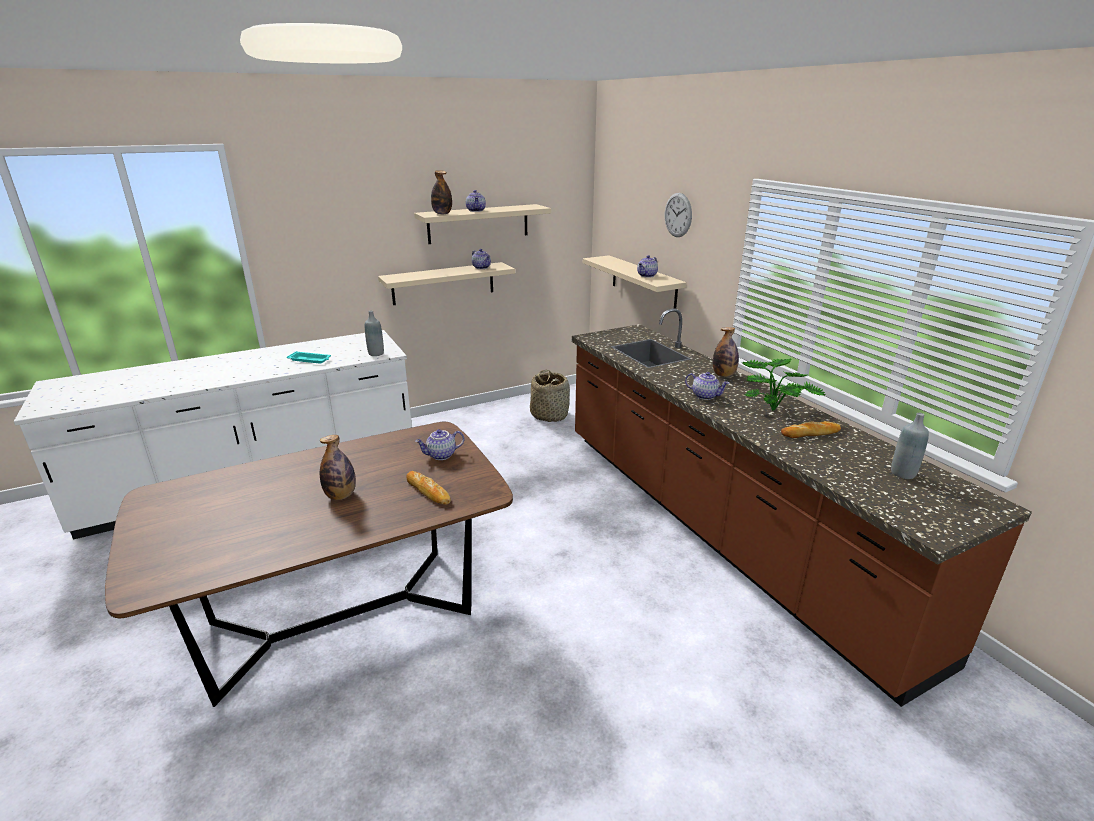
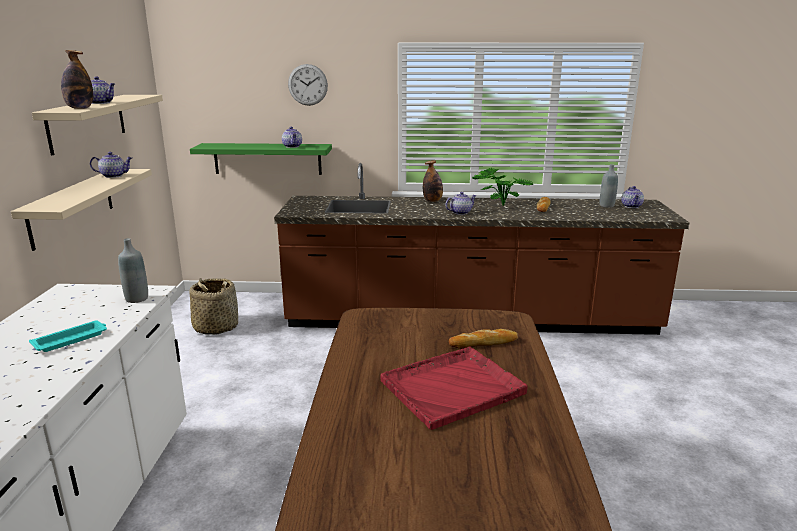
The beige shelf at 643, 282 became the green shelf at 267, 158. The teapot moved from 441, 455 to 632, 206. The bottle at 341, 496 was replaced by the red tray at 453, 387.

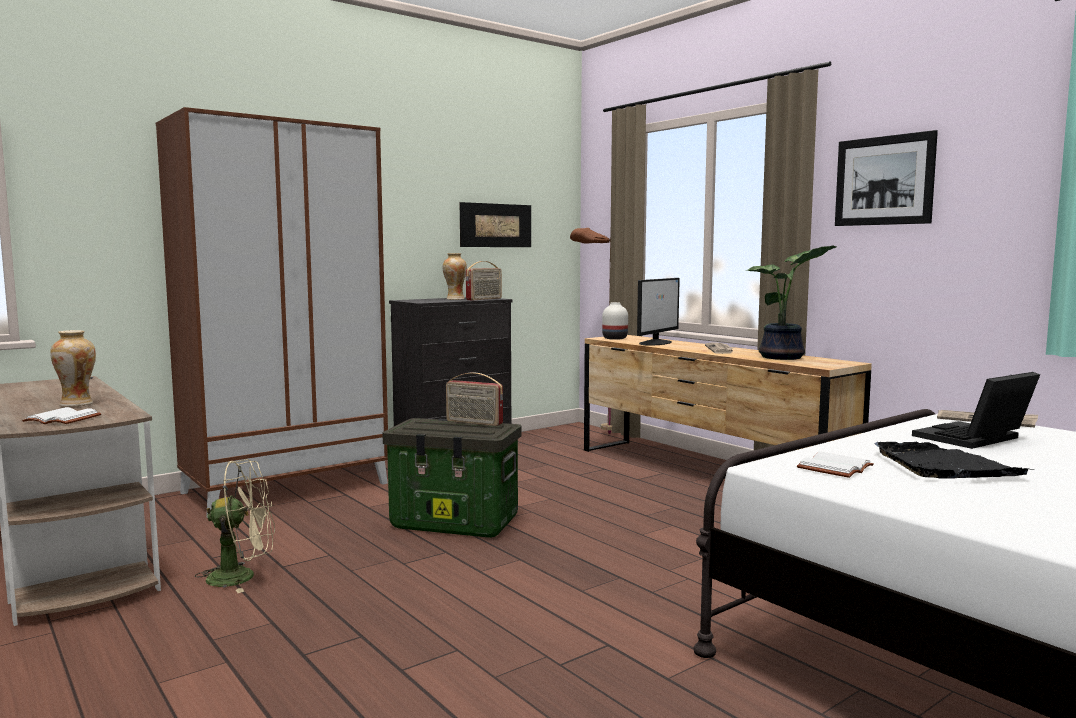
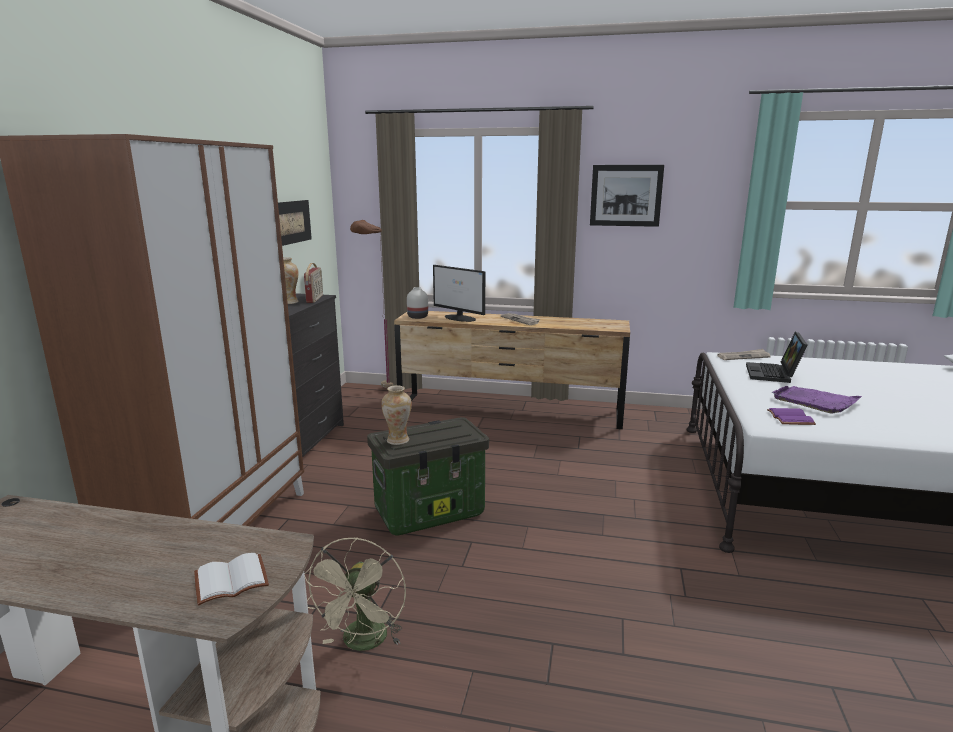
The potted plant at 784, 357 disappeared. The monitor at 656, 343 turned 135 degrees clockwise. The vase moved from 77, 404 to 398, 440. The radio at 474, 423 disappeared. The black tray at 944, 466 became the purple tray at 815, 401. The white book at 836, 468 became the purple book at 791, 418. The beige fan at 242, 577 turned 150 degrees clockwise.

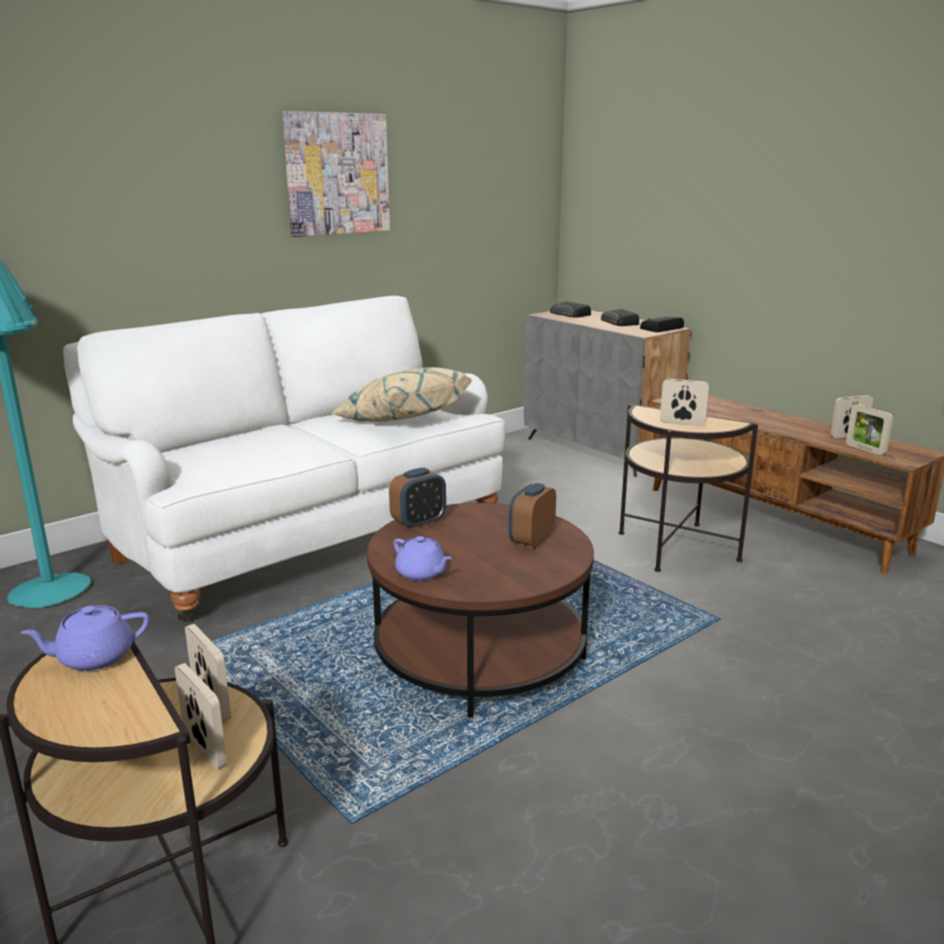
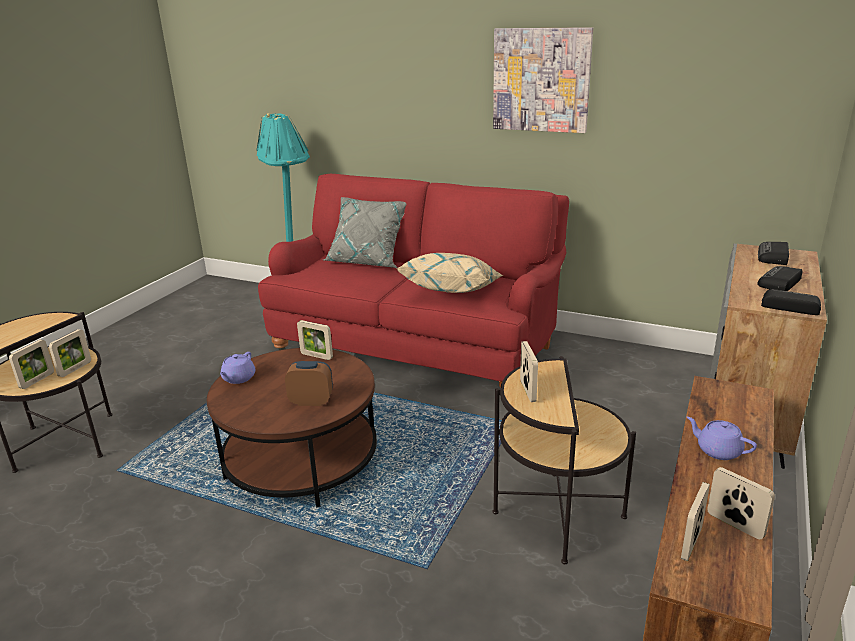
The white sofa at 306, 535 became the red sofa at 417, 346. The alarm clock at 418, 522 was replaced by the picture frame at 316, 356. The purple teapot moved from 94, 658 to 717, 450. The grey pillow at 368, 261 appeared.

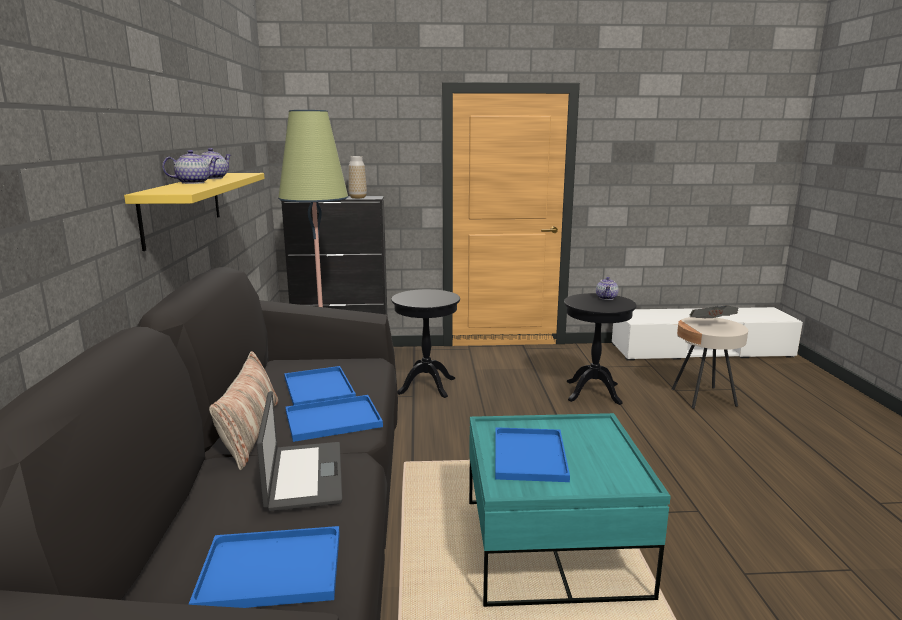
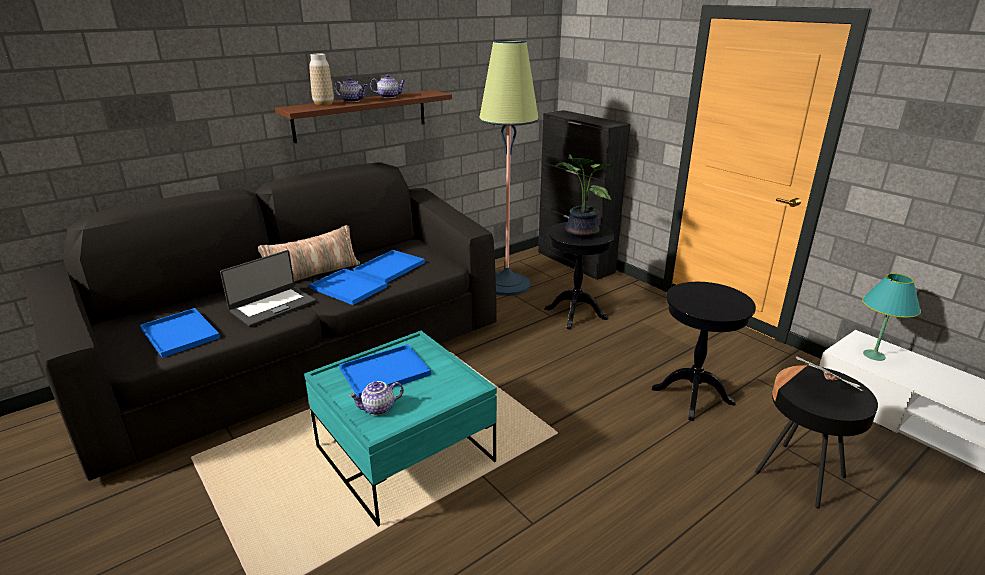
The vase moved from 357, 198 to 323, 104. The yellow shelf at 183, 206 became the brown shelf at 361, 115. The teapot moved from 607, 298 to 378, 409. The beige side table at 703, 398 became the black side table at 799, 474. The potted plant at 579, 233 appeared. The turquoise table lamp at 873, 355 appeared.

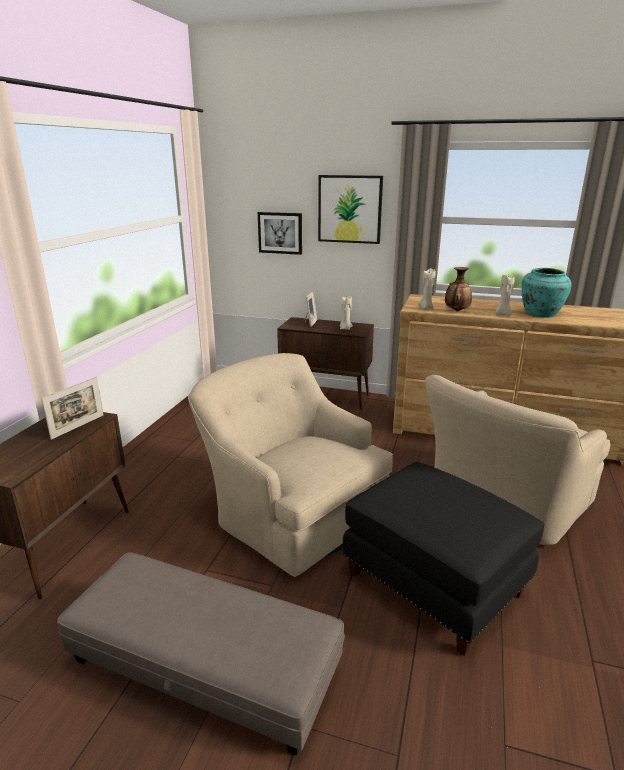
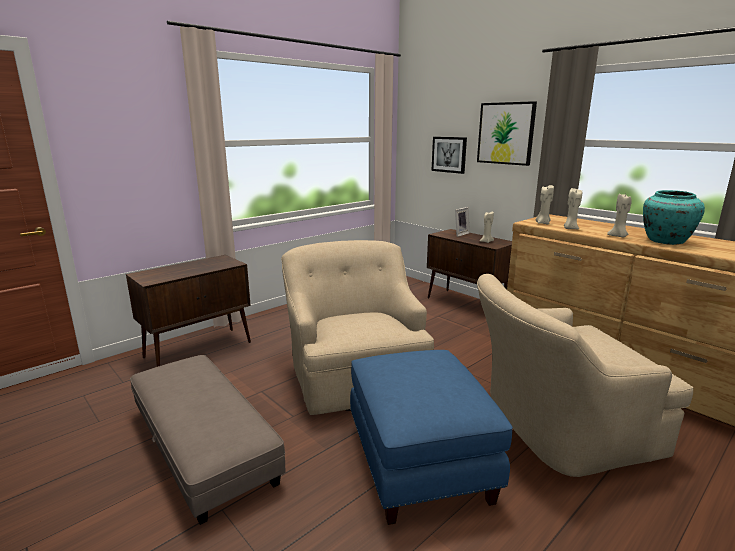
The vase at 456, 311 was replaced by the beige candle at 570, 228. The picture frame at 78, 426 disappeared. The black ottoman at 432, 584 became the blue ottoman at 417, 462.

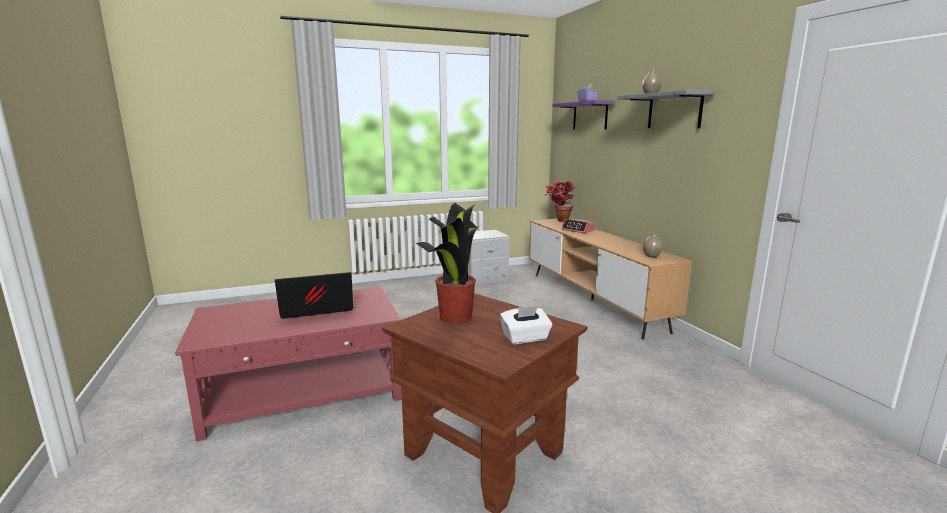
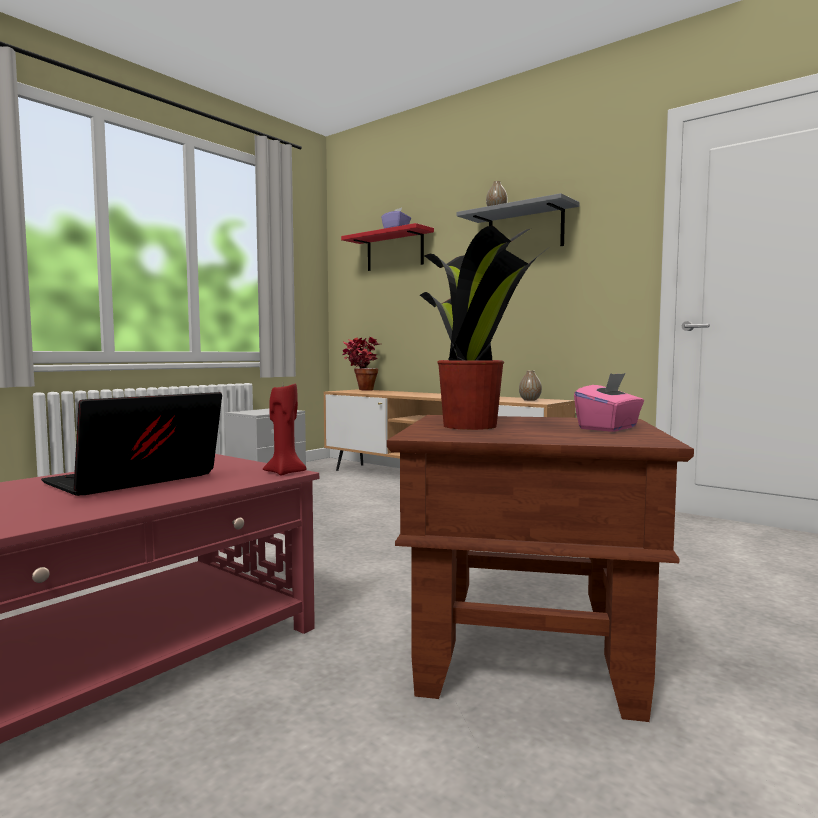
The purple shelf at 590, 115 became the red shelf at 395, 251. The alarm clock at 578, 230 disappeared. The white tissue box at 525, 338 became the pink tissue box at 609, 428. The red candle at 285, 472 appeared.

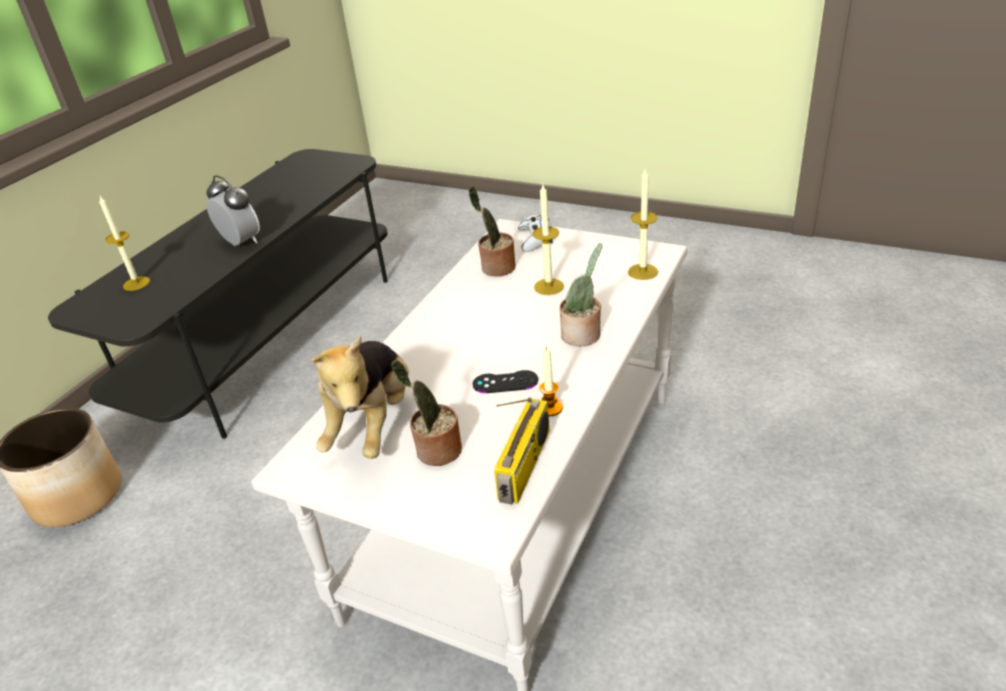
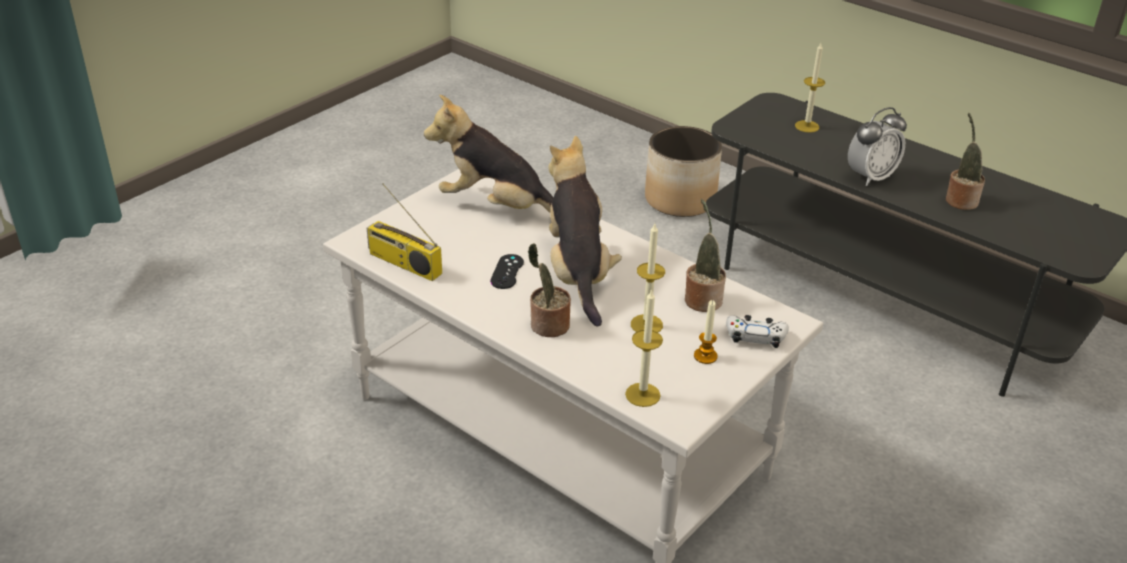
The candle moved from 550, 408 to 705, 356. The potted plant moved from 435, 451 to 960, 200. The plush toy at 578, 274 appeared.

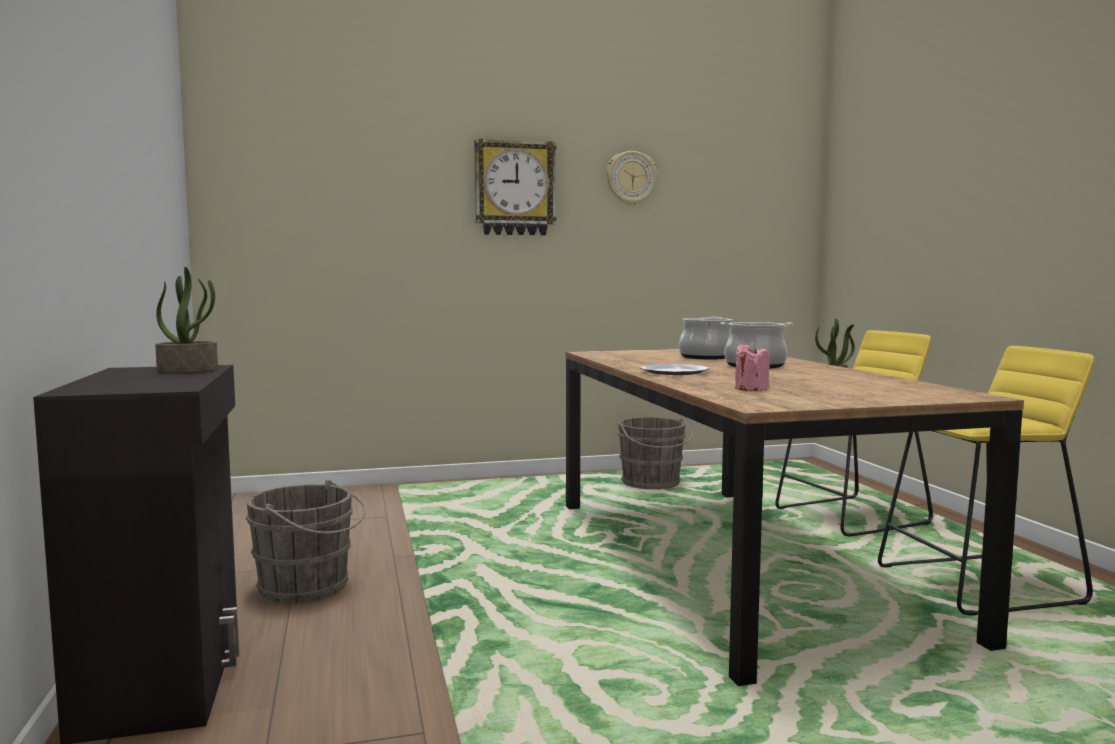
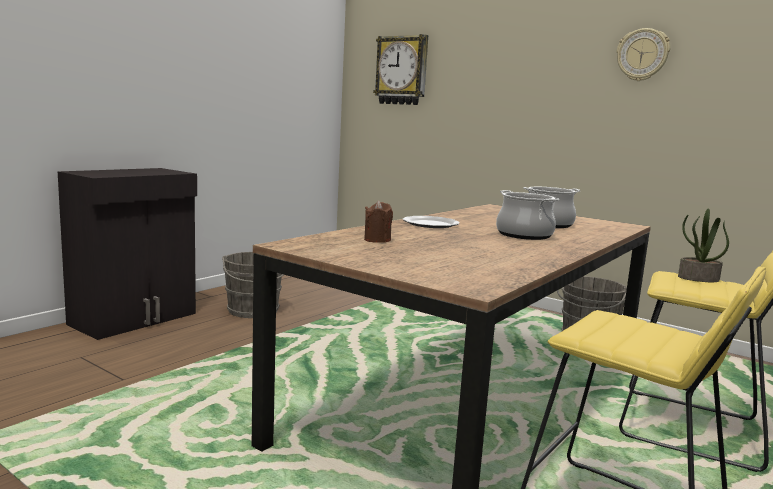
The wall clock moved from 514, 188 to 402, 70. The potted plant at 188, 370 disappeared. The pink candle at 751, 388 became the brown candle at 377, 240.

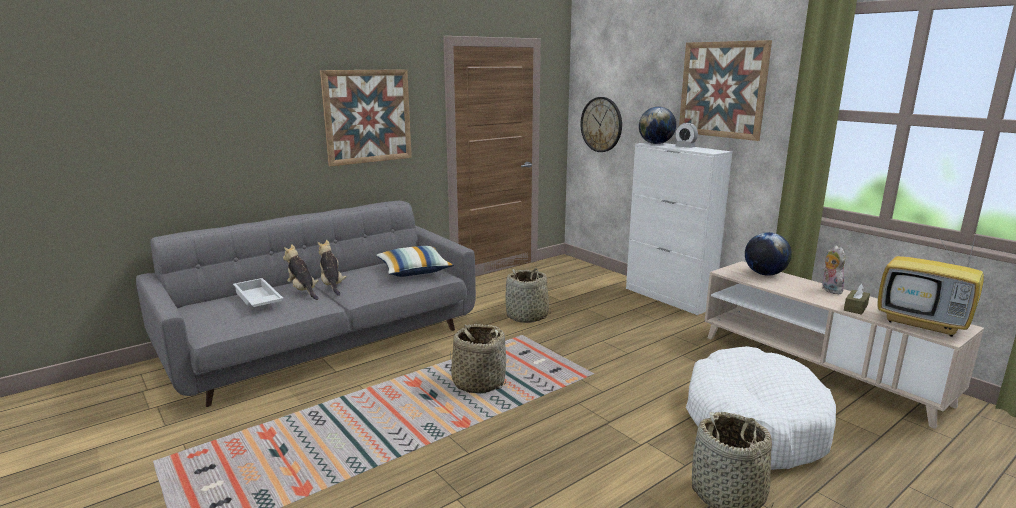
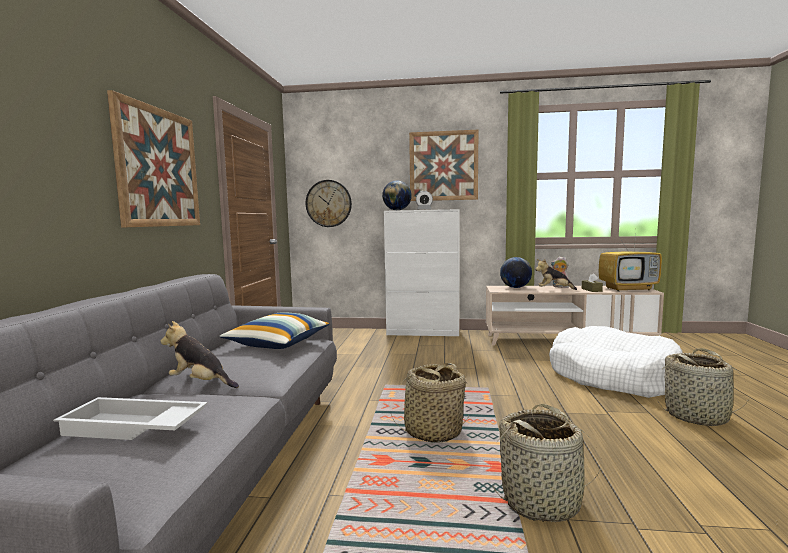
The plush toy moved from 303, 291 to 554, 290. The basket moved from 527, 316 to 541, 500.

